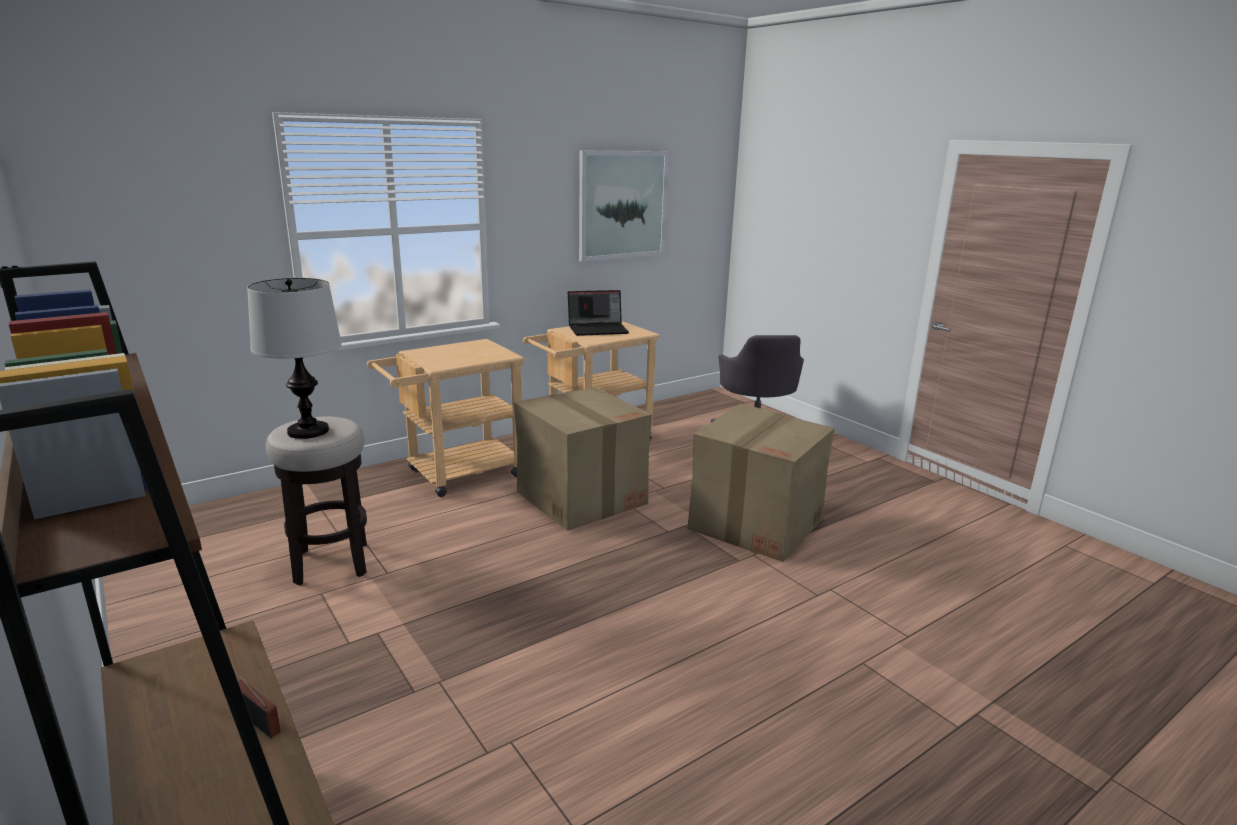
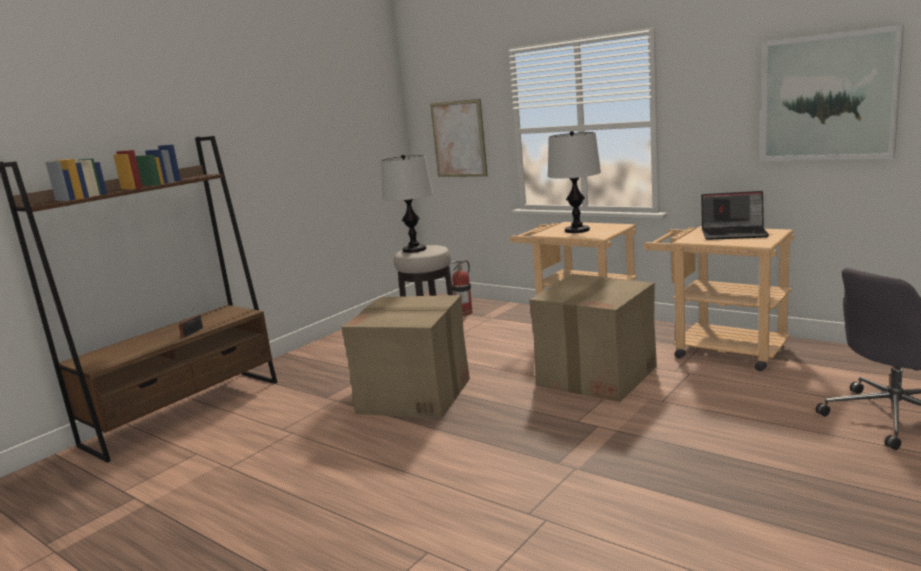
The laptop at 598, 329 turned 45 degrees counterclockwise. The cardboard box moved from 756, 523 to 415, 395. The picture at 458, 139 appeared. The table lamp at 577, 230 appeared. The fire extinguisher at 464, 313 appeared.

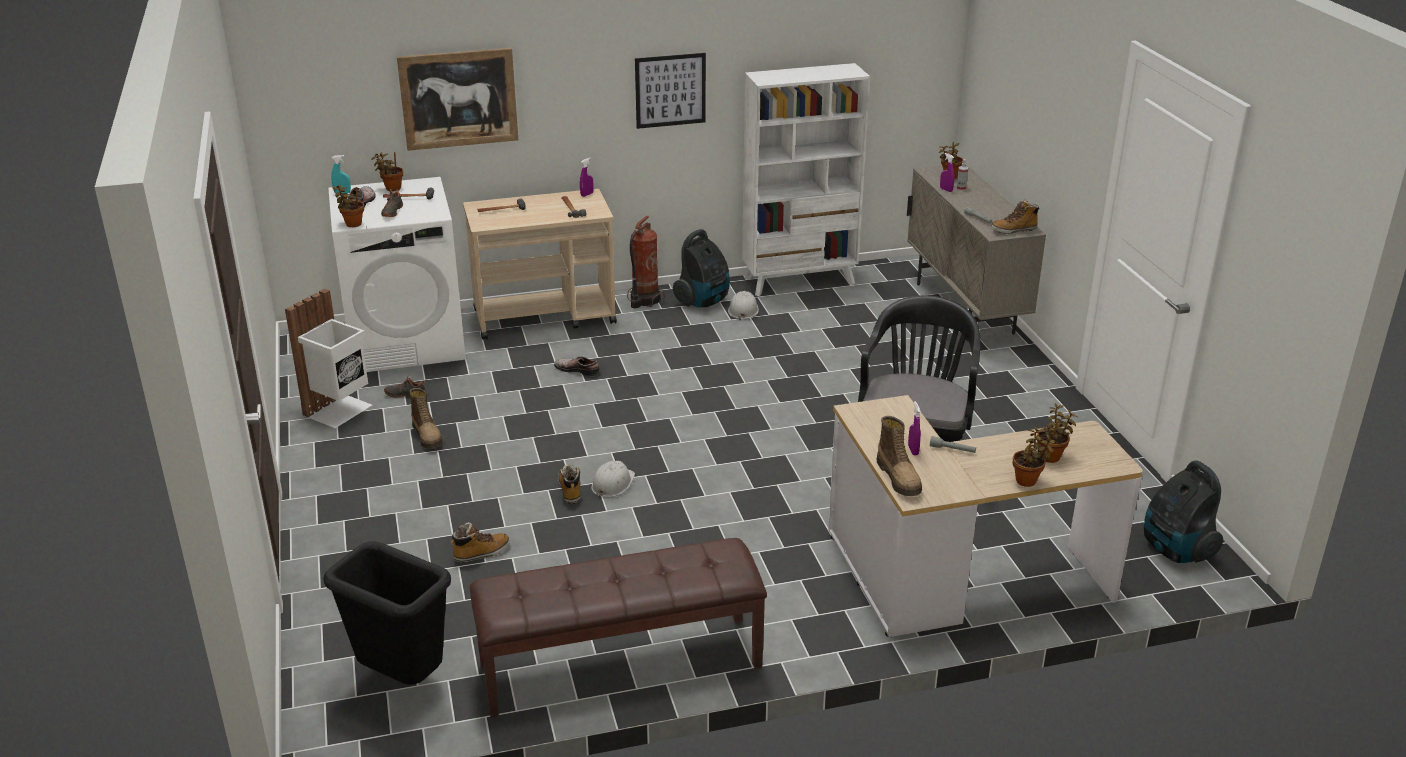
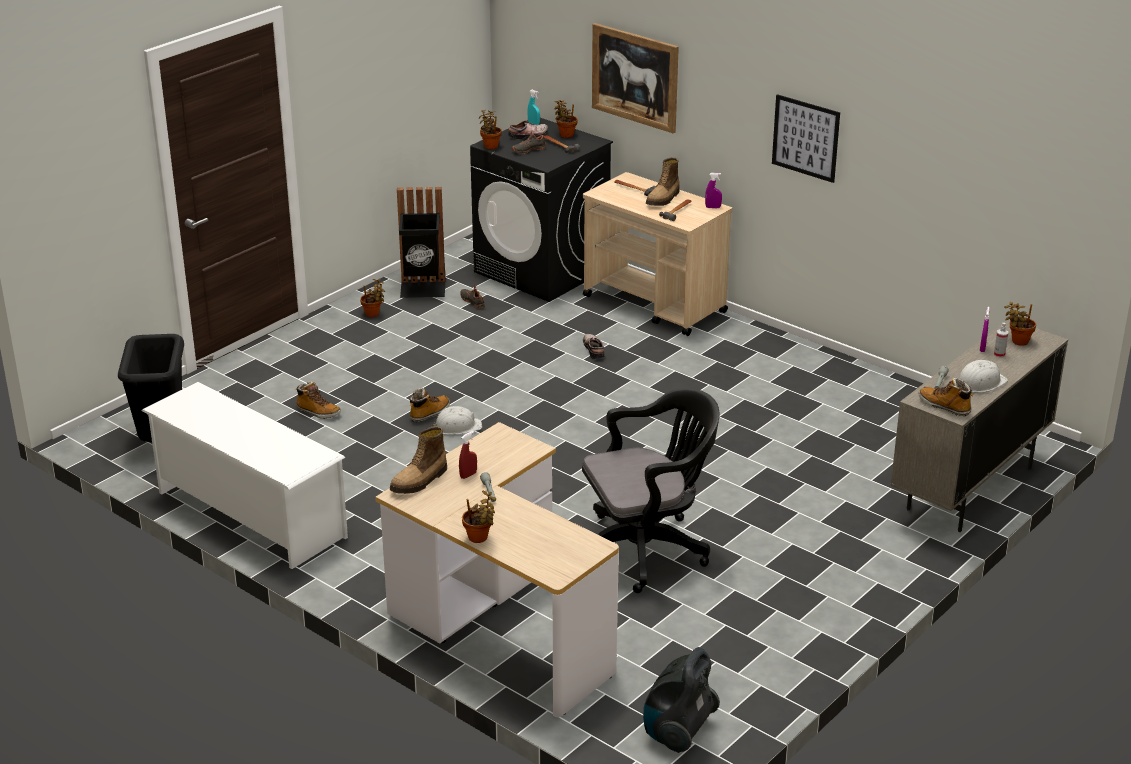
The white bookcase at 800, 281 disappeared. The white washing machine at 406, 342 became the black washing machine at 542, 270. The fire extinguisher at 643, 300 disappeared. The vacuum cleaner at 703, 301 disappeared. The white trash can at 340, 410 became the black trash can at 423, 289. The white hard hat moved from 743, 310 to 980, 383. The boot moved from 428, 436 to 663, 199. The purple spray bottle at 913, 450 became the red spray bottle at 468, 475. The potted plant moved from 1051, 456 to 373, 314. The brown bench at 620, 665 was replaced by the white shoe rack at 250, 514.

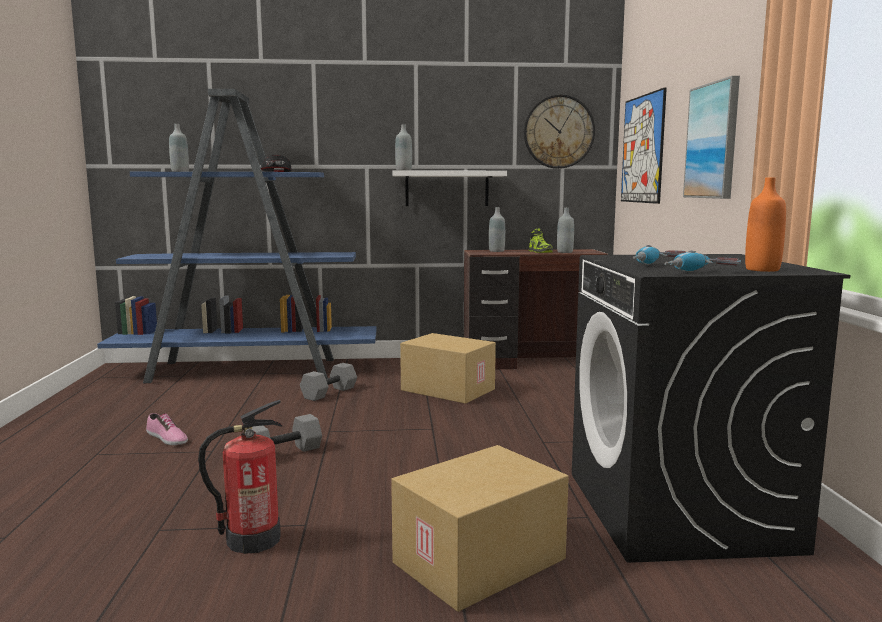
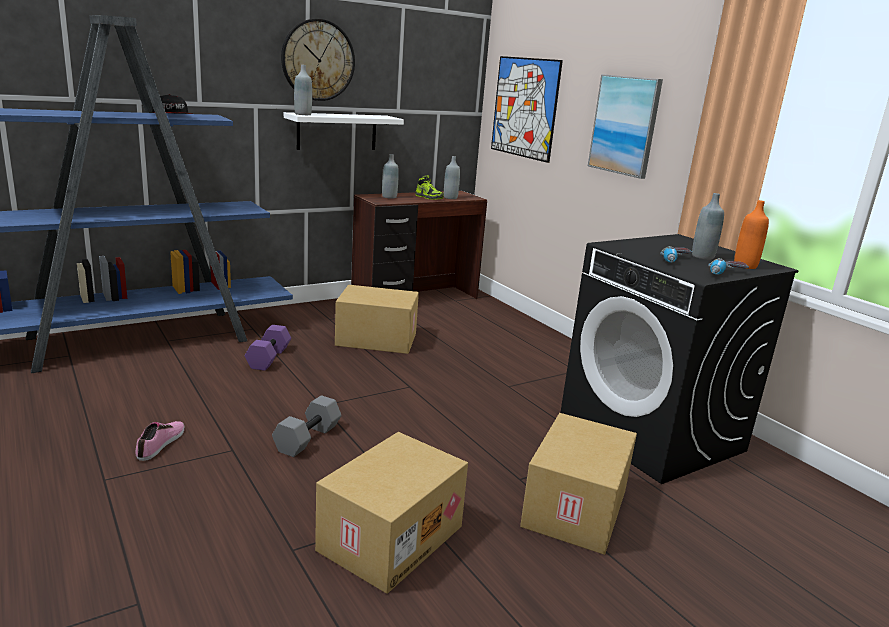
The wall clock moved from 558, 132 to 318, 60. The grey bottle moved from 180, 172 to 702, 257. The grey dumbbell at 329, 393 became the purple dumbbell at 269, 358. The fire extinguisher at 252, 540 was replaced by the cardboard box at 390, 536. The shoe at 166, 438 turned 90 degrees counterclockwise.

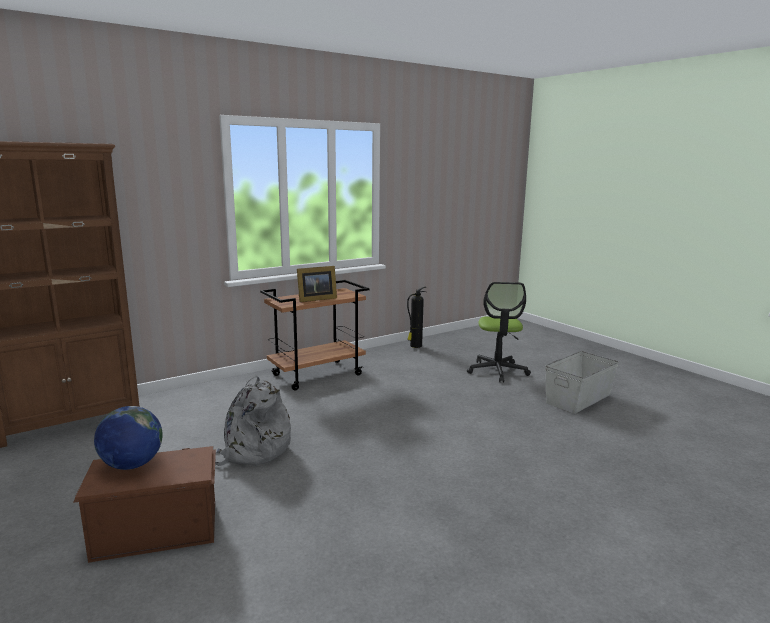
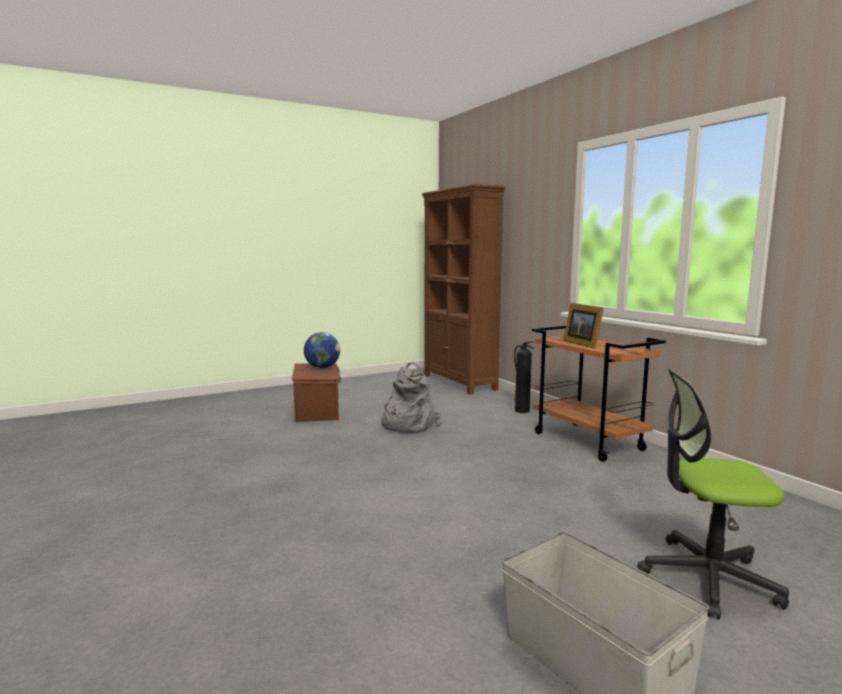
The fire extinguisher moved from 415, 346 to 521, 410.

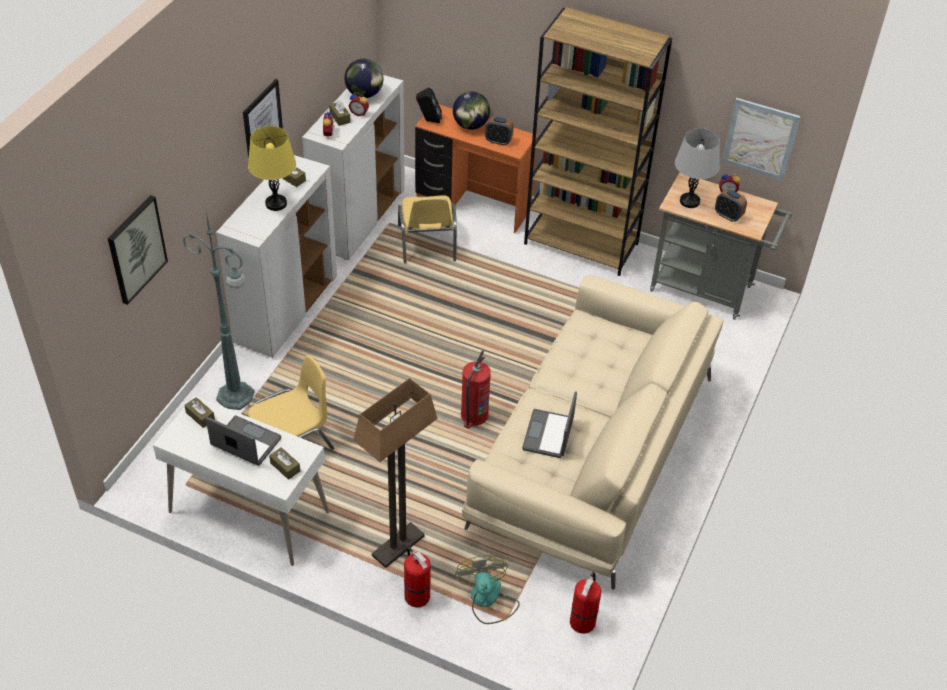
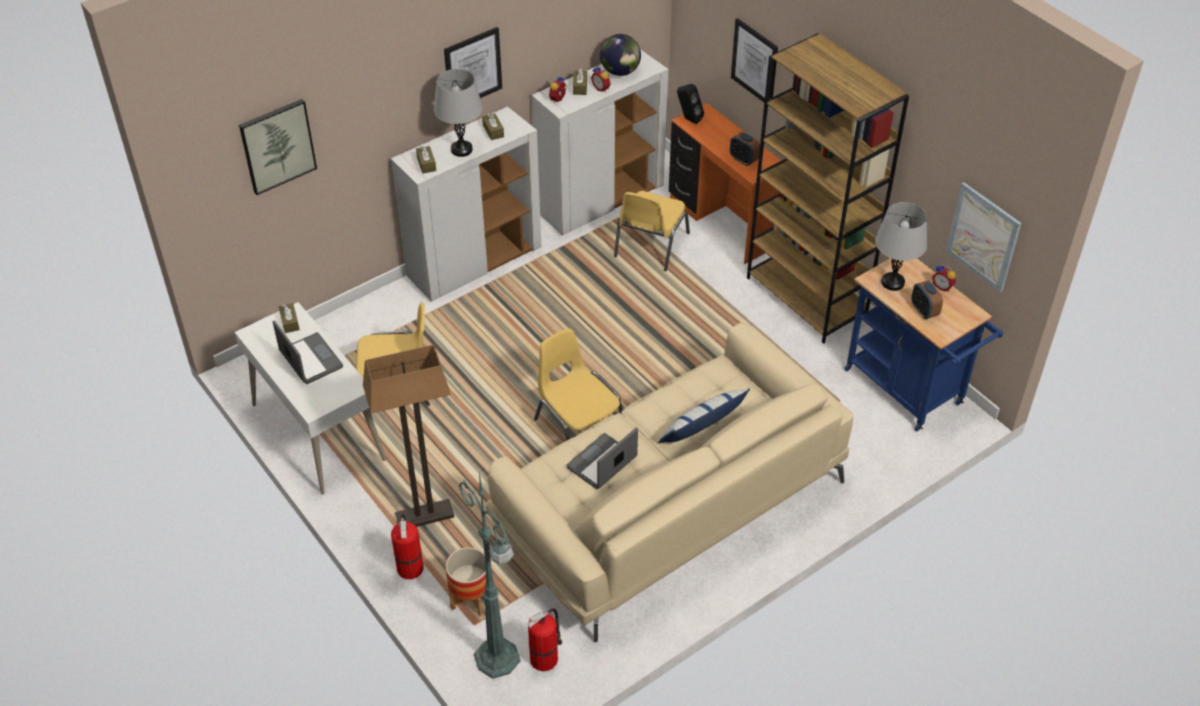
The globe at 470, 125 disappeared. The yellow table lamp at 276, 204 became the grey table lamp at 461, 149. The grey cart at 707, 290 became the blue cart at 909, 391. The green floor lamp moved from 237, 396 to 498, 660. The fire extinguisher at 473, 415 was replaced by the yellow chair at 578, 425. The brown tissue box moved from 285, 467 to 426, 164. The fan at 488, 600 was replaced by the planter at 470, 599. The picture at 754, 62 appeared. The pillow at 702, 428 appeared.

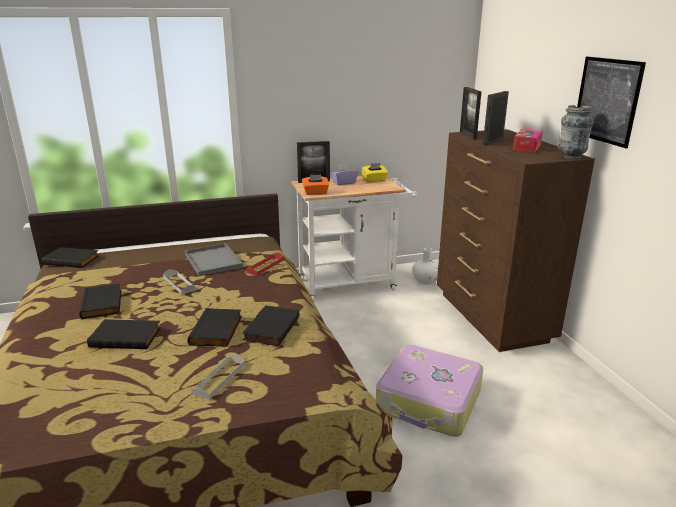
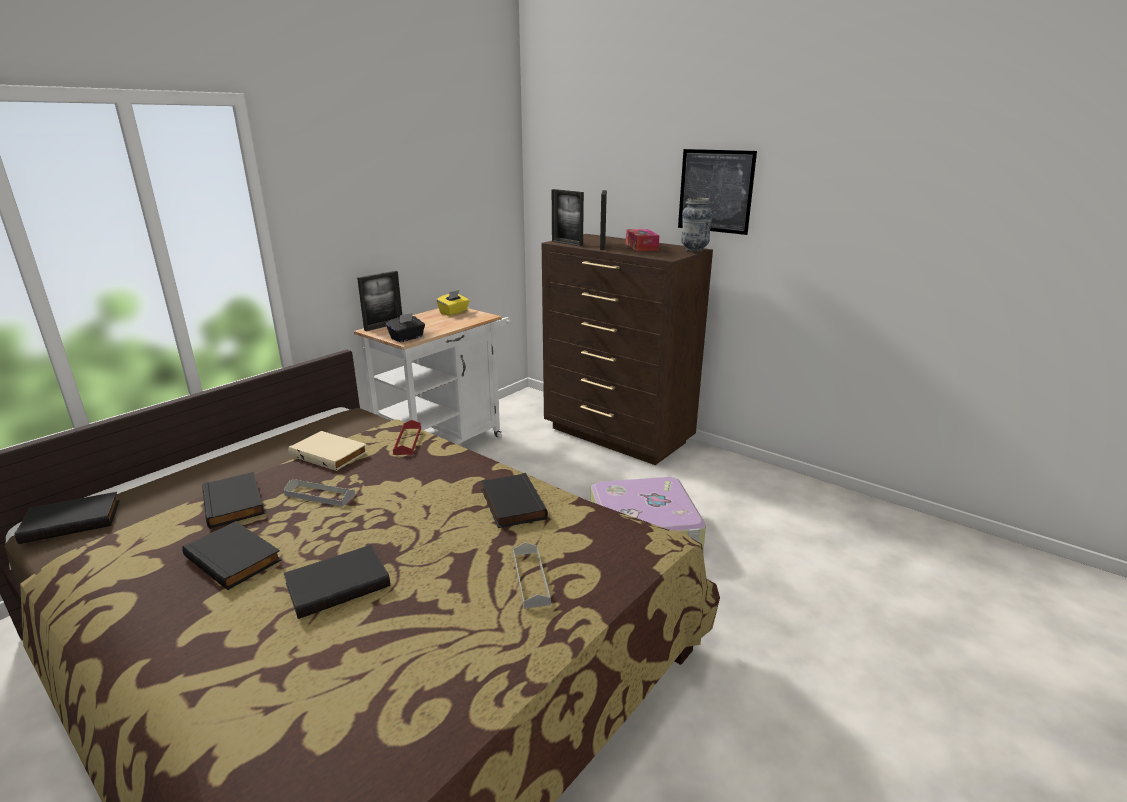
The purple tissue box at 344, 183 disappeared. The orange tissue box at 315, 193 became the black tissue box at 407, 338. The grey tray at 214, 261 was replaced by the beige book at 330, 454. The white vase at 425, 281 disappeared. The black book moved from 217, 331 to 236, 503.

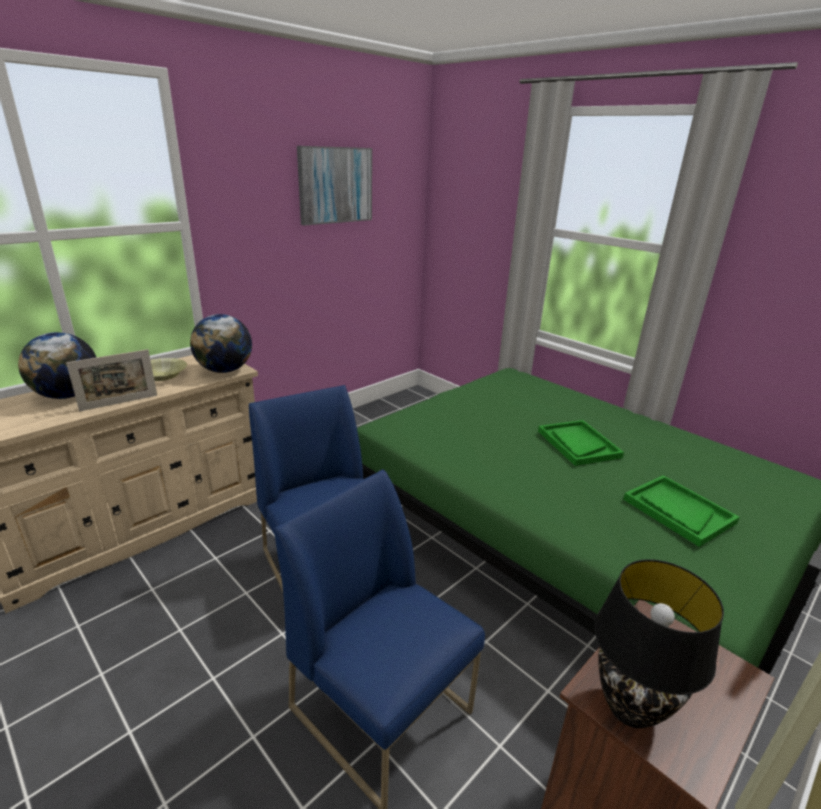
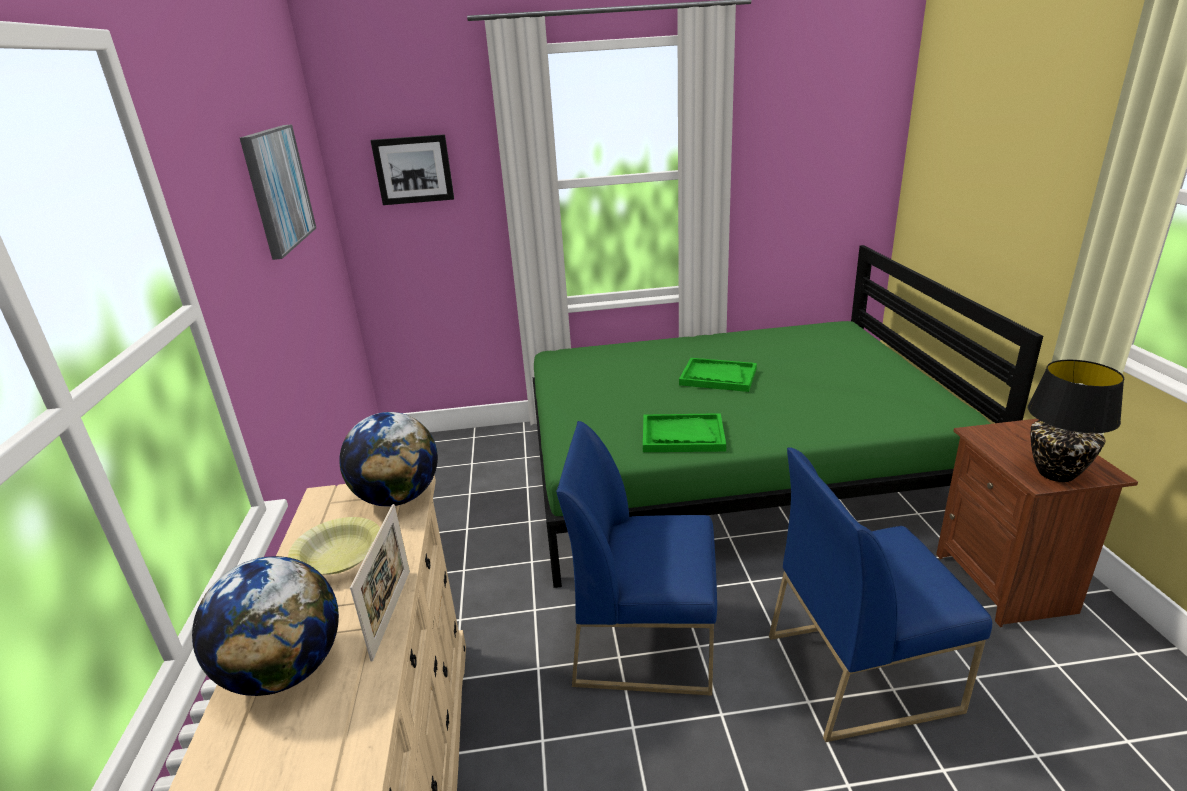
The green tray moved from 678, 511 to 682, 435. The picture at 413, 169 appeared.

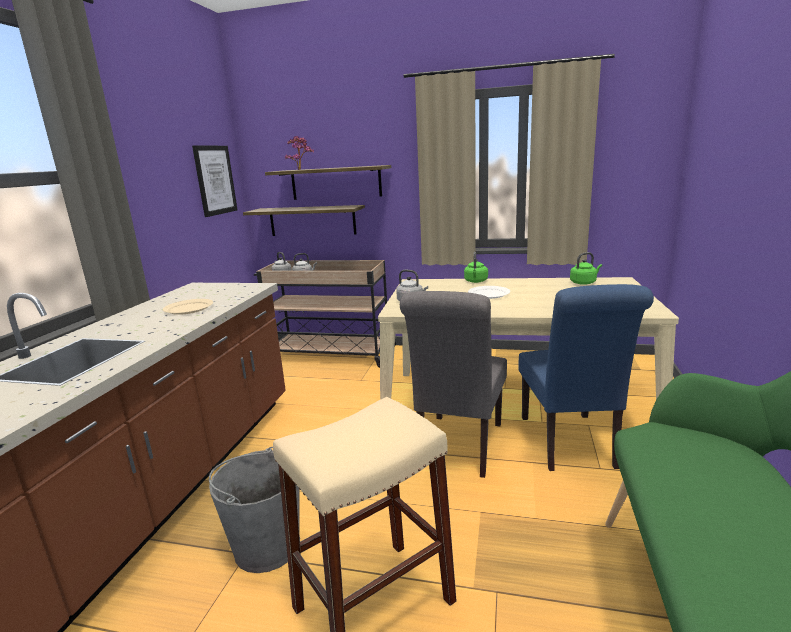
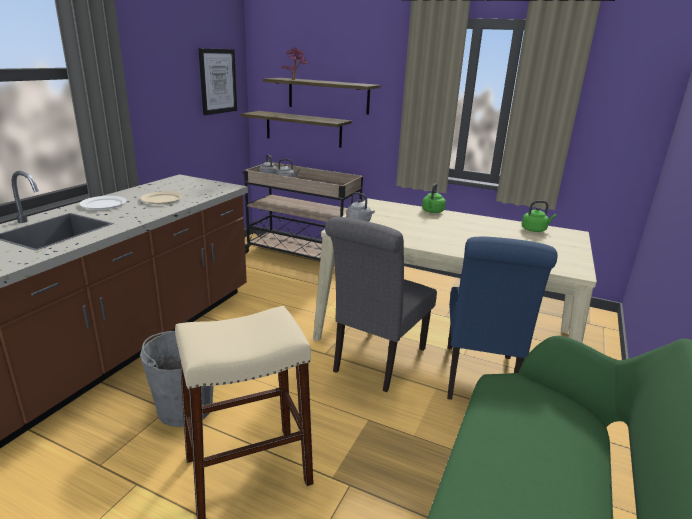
The white plate moved from 488, 294 to 103, 204.

